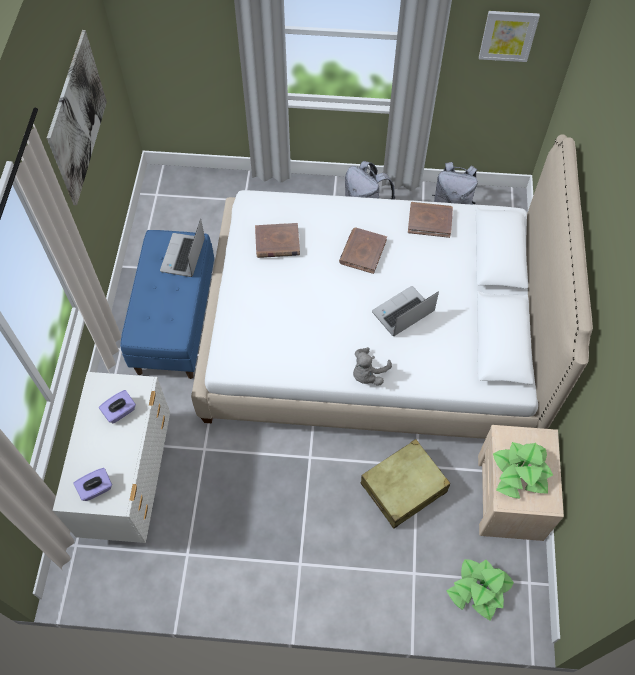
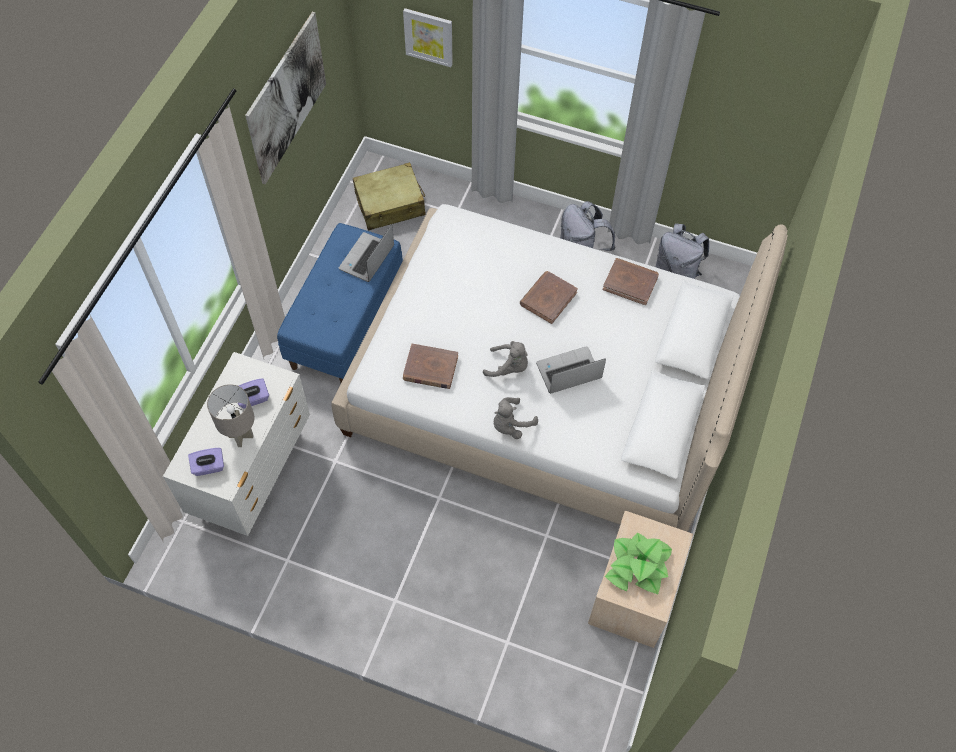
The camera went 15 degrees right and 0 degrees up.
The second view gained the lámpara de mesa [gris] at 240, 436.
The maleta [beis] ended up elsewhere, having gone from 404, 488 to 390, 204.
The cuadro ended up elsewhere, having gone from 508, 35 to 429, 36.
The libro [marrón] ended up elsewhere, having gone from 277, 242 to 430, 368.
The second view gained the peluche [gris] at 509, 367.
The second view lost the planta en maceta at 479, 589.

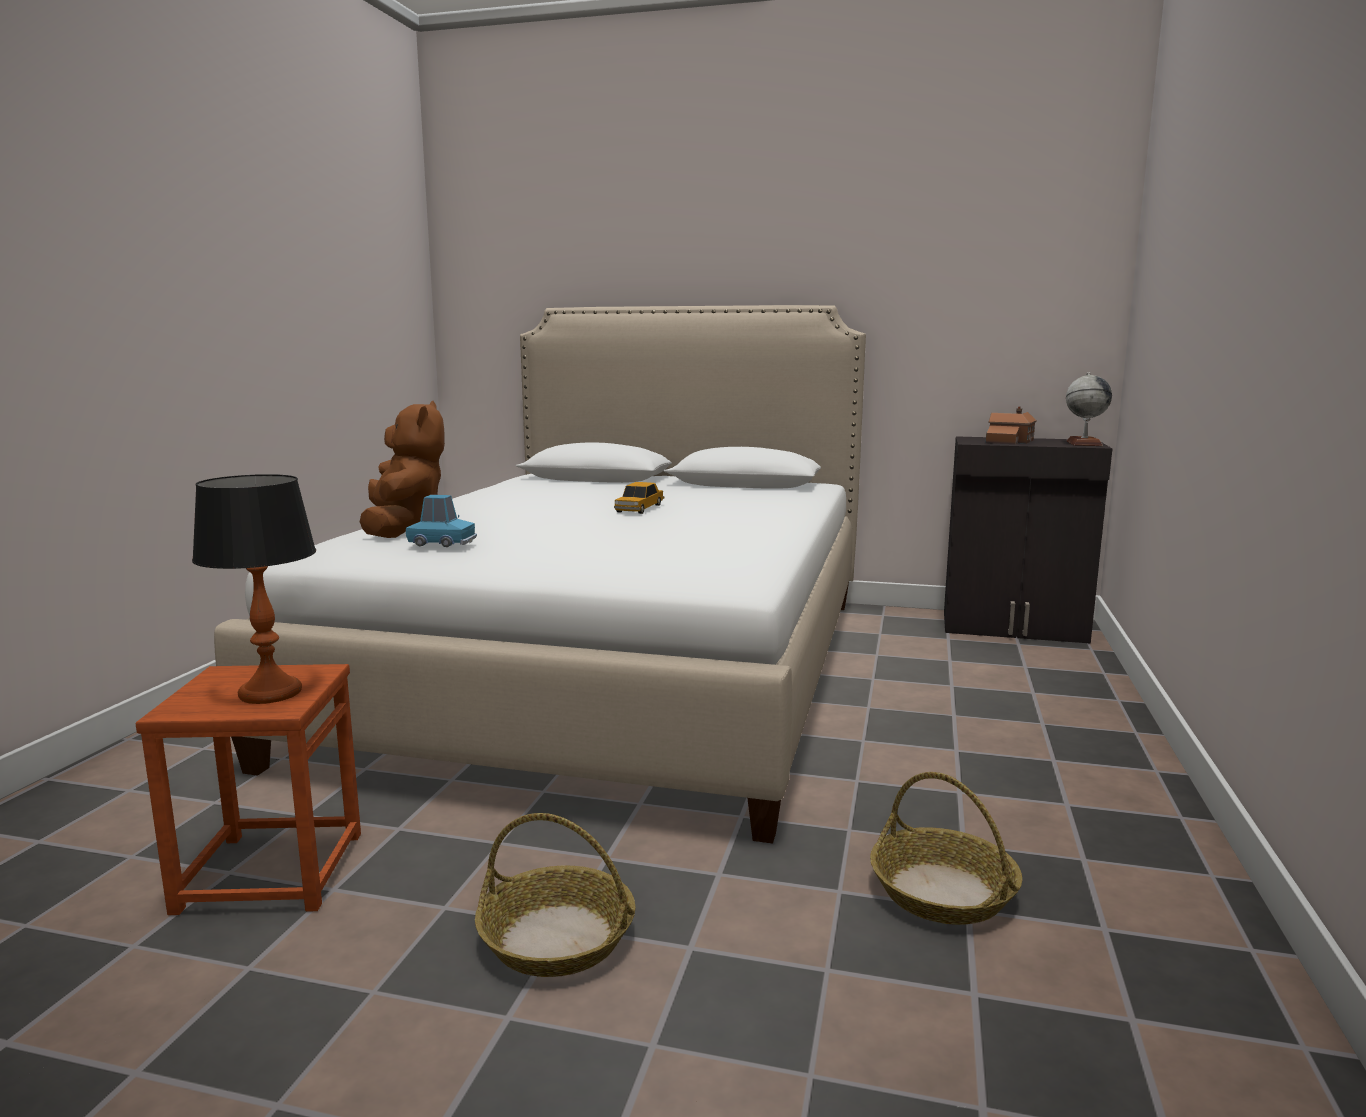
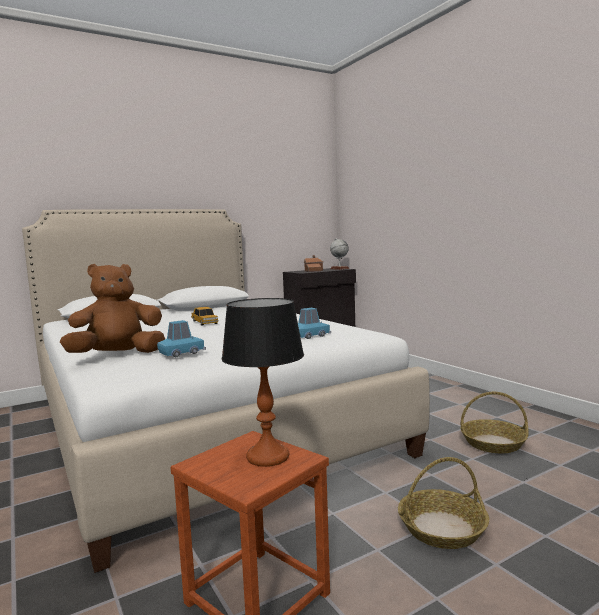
The camera went 45 degrees left and 5 degrees down.
The peluche [marrón] at 404, 530 ended up facing another way, 60 degrees counterclockwise from before.
The second view gained the coche de juguete [azul] at 310, 336.

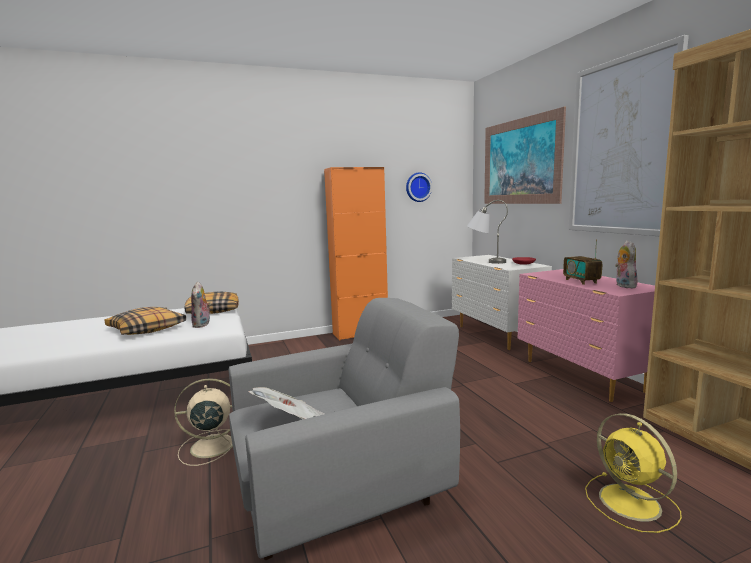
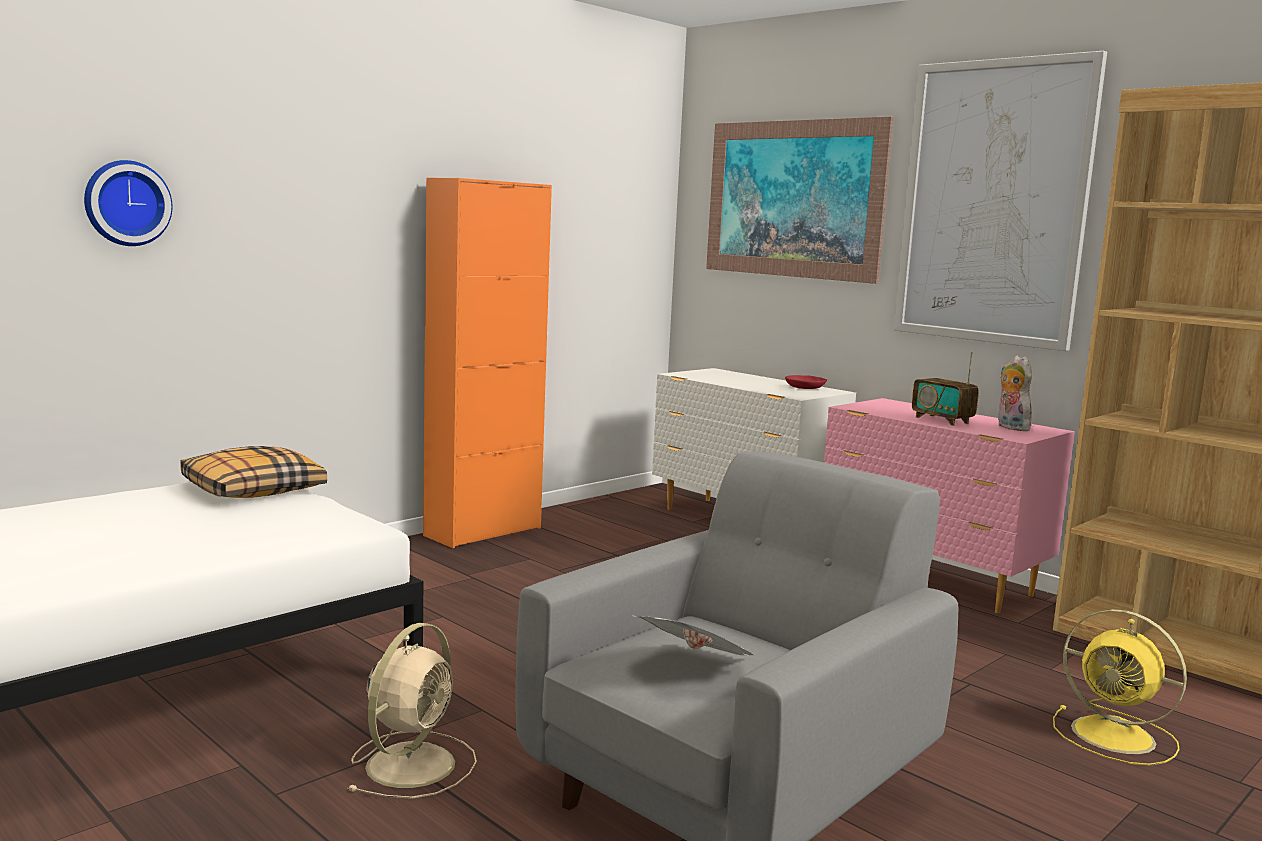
The camera went 25 degrees left and 0 degrees up.
The reloj de pared ended up elsewhere, having gone from 418, 187 to 126, 203.
The ventilador [beis] at 210, 446 ended up facing another way, 150 degrees clockwise from before.
The second view lost the cojín at 147, 329.
The second view lost the peluche at 202, 325.
The second view lost the lámpara de mesa [gris] at 485, 261.

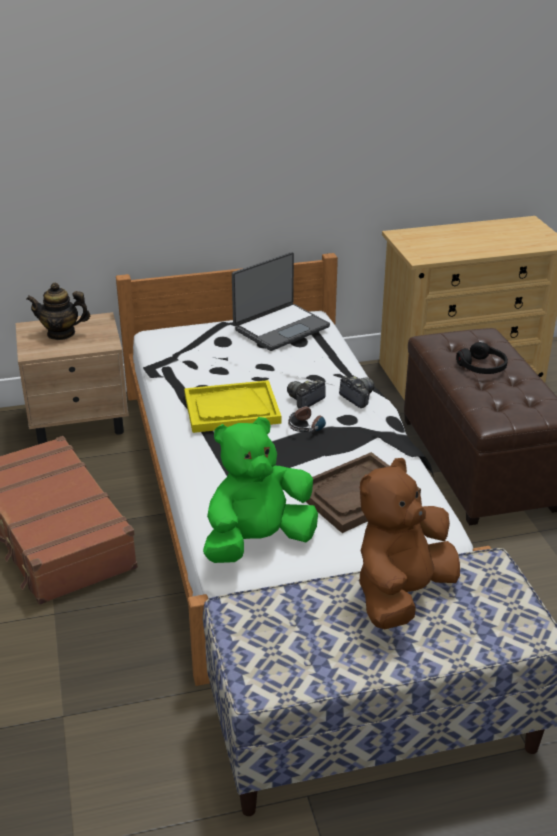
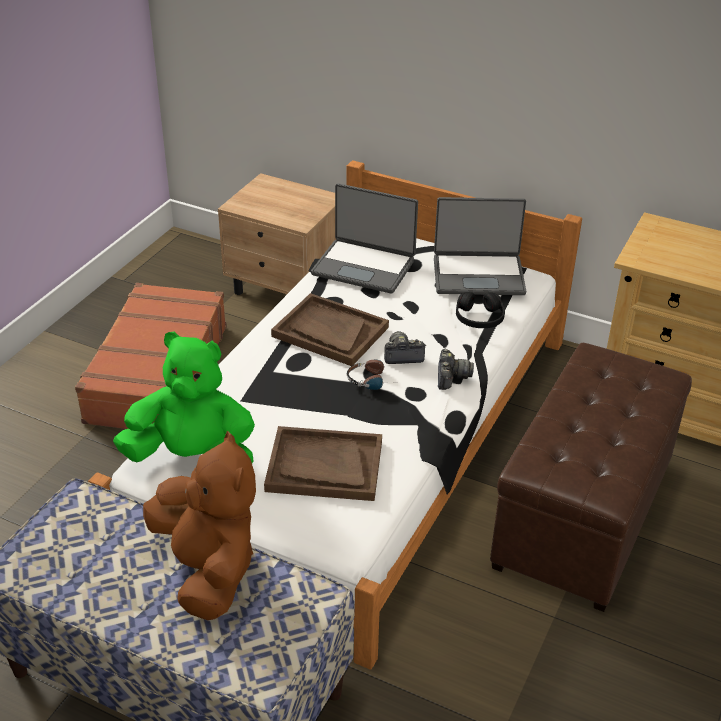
The camera went 40 degrees right and 5 degrees up.
The peluche [marrón] at 401, 594 ended up facing another way, 75 degrees clockwise from before.
What was the bandeja [amarillo] at 231, 409 turned into the bandeja [marrón] at 330, 332.
The second view gained the portátil at 364, 266.
The auriculares [negro] ended up elsewhere, having gone from 482, 367 to 479, 318.
The second view lost the tetera at 61, 333.

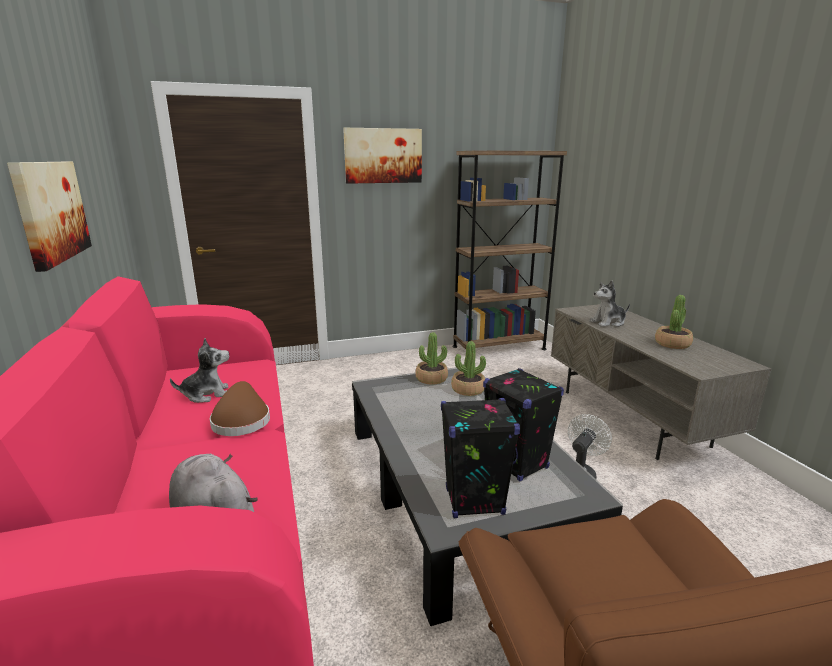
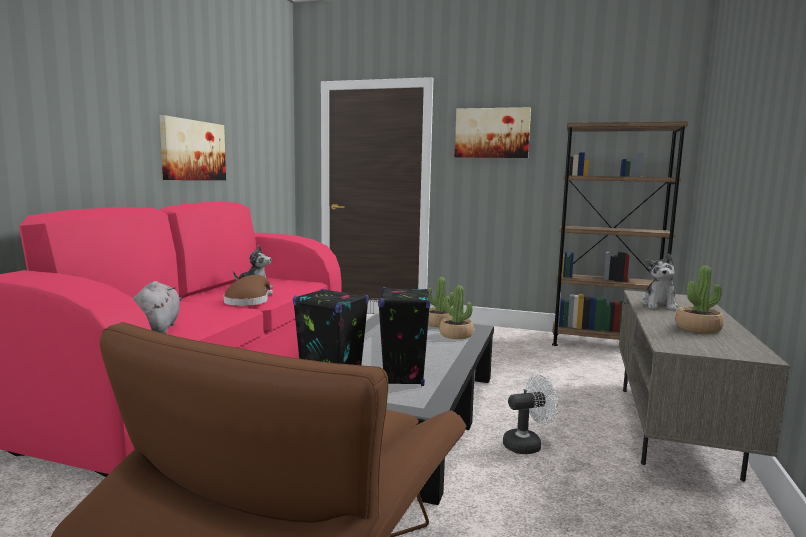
The camera went 35 degrees right and 10 degrees down.
The peluche at 608, 322 ended up facing another way, 90 degrees counterclockwise from before.

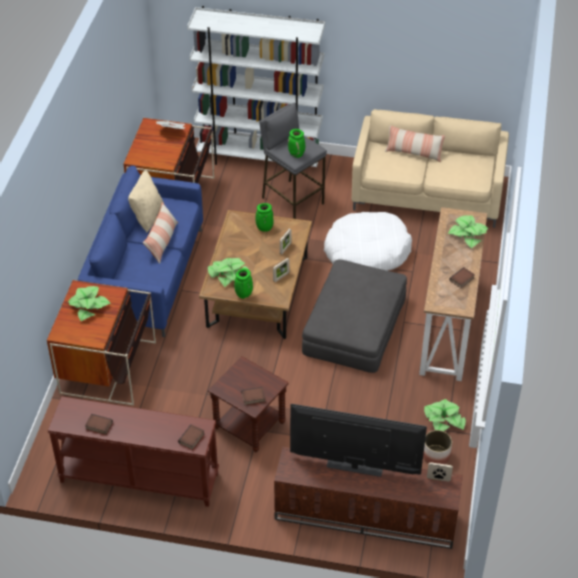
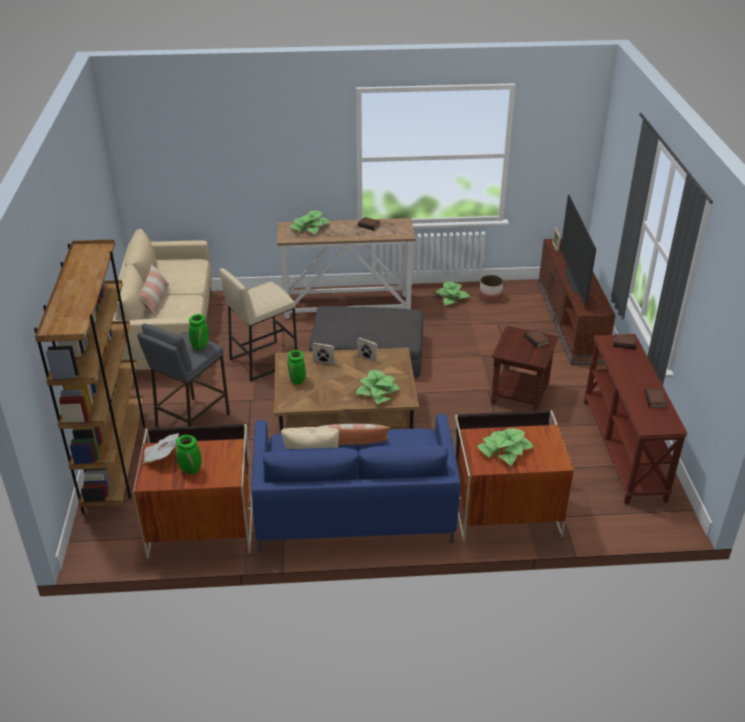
The camera went 105 degrees left and 10 degrees down.
What was the estantería [blanco] at 259, 159 turned into the estantería [marrón] at 116, 461.
The florero [verde] ended up elsewhere, having gone from 244, 295 to 191, 470.
Where the cama para perro [blanco] stood at 366, 252, the taburete [beis] came to stand at 263, 360.

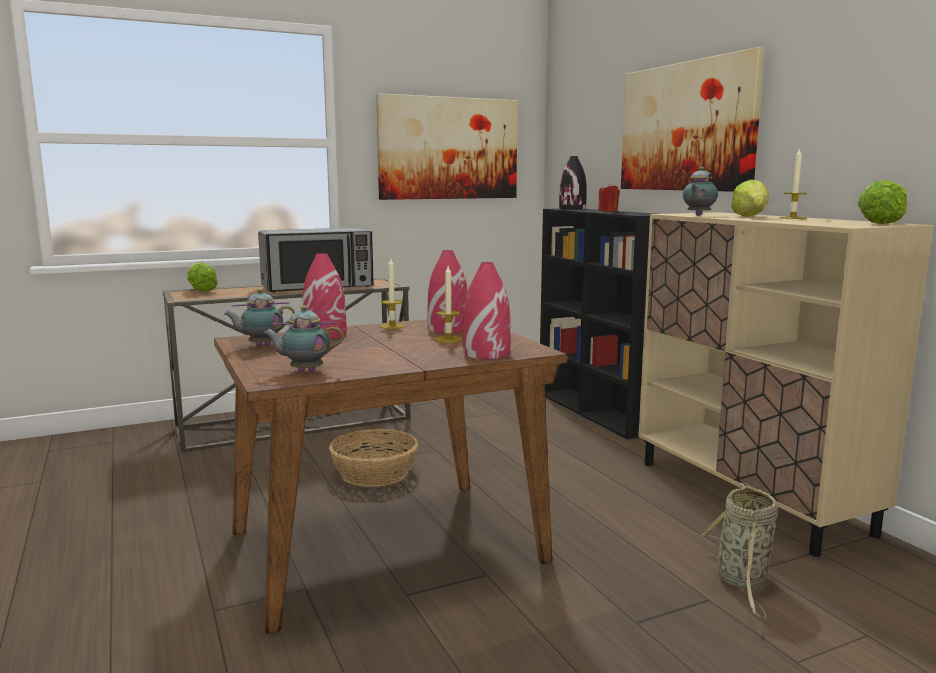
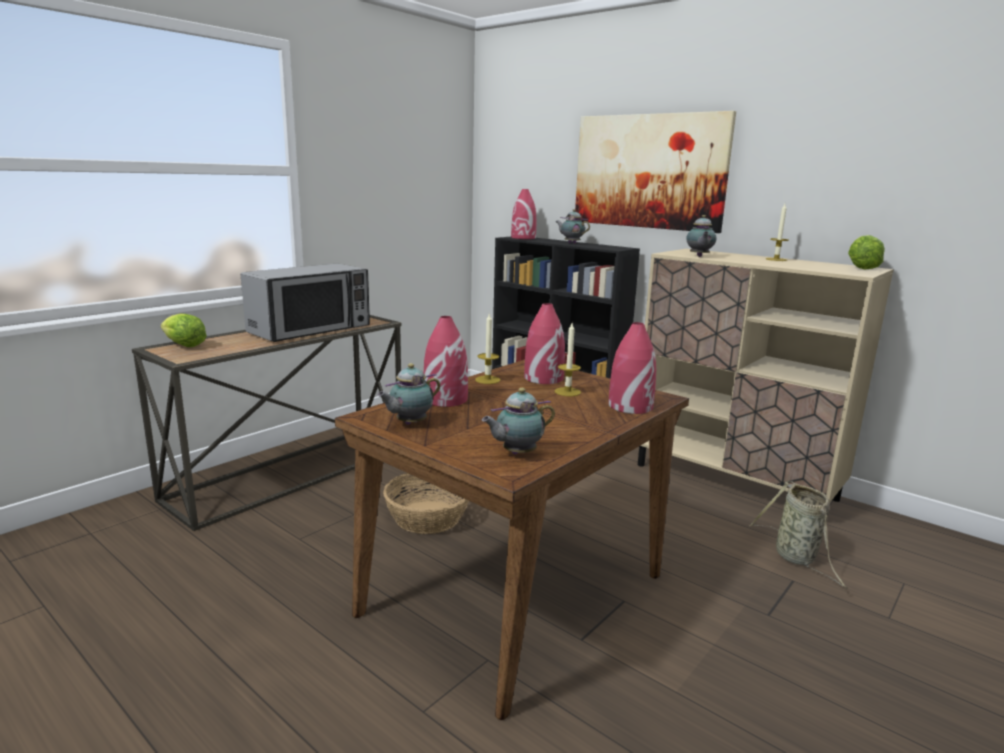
The camera went 25 degrees left and 5 degrees up.
What was the florero [negro] at 572, 208 turned into the florero [rojo] at 523, 238.
Where the vela [rojo] stood at 608, 211, the tetera came to stand at 571, 243.
The second view lost the cuadro at 448, 148.
The second view lost the lechuga at 750, 217.

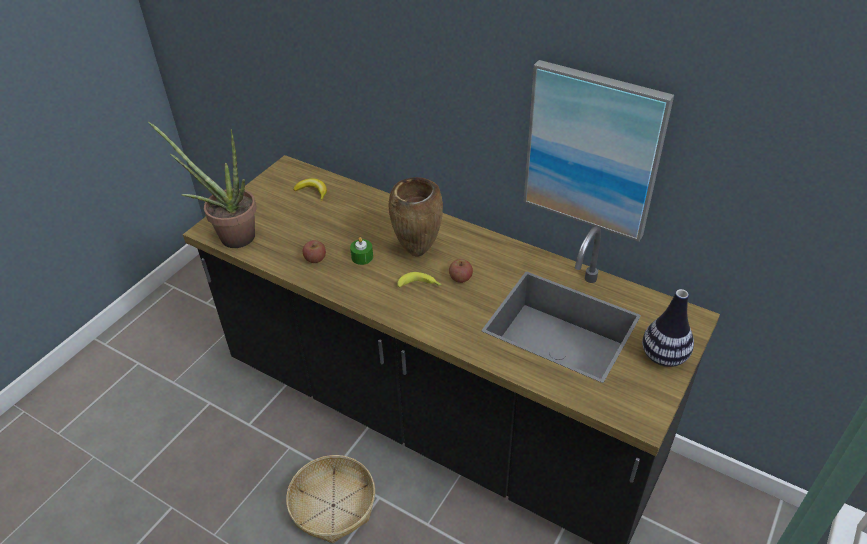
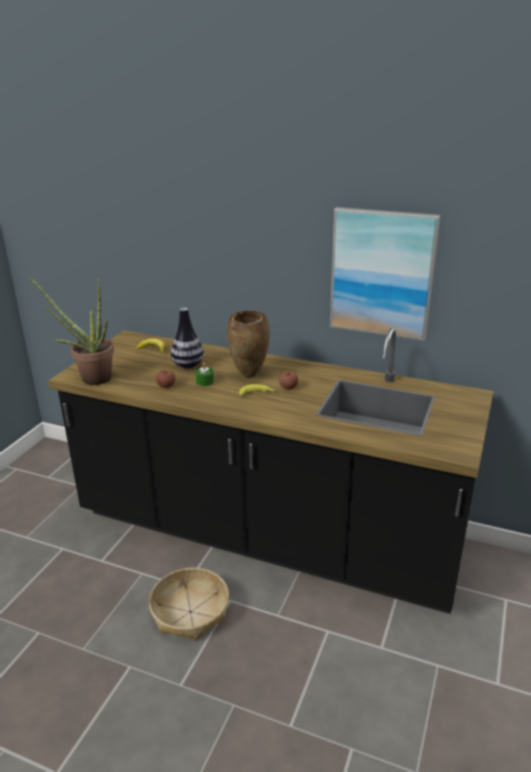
The camera went 10 degrees left and 15 degrees down.
The florero ended up elsewhere, having gone from 663, 356 to 188, 365.

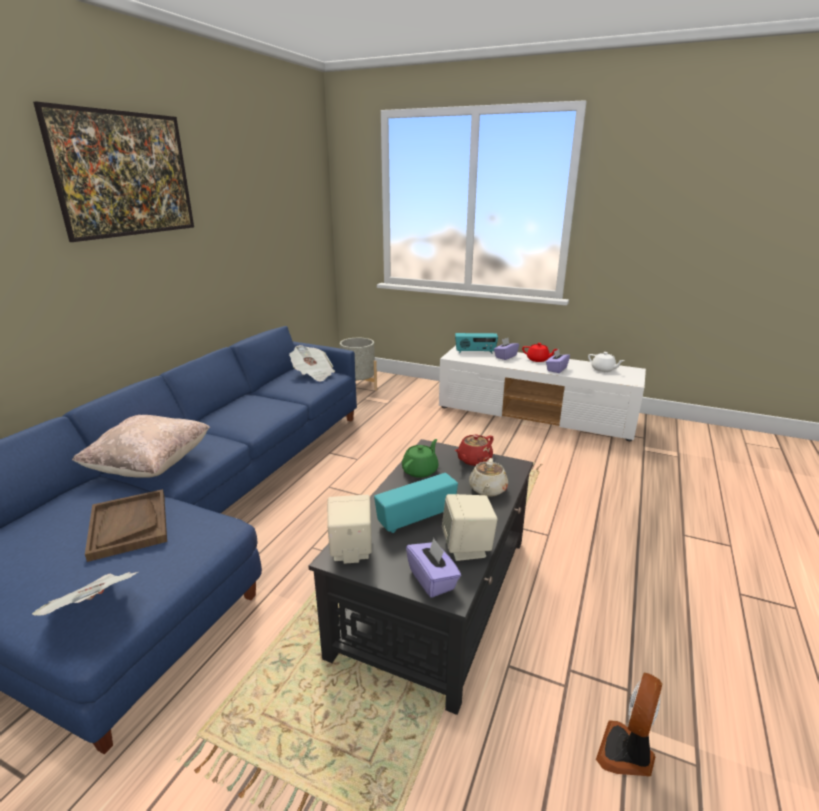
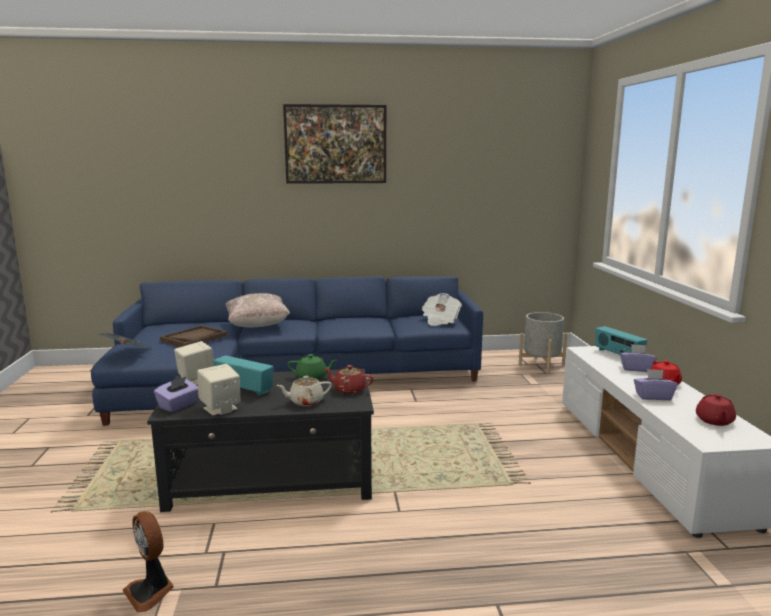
The camera went 60 degrees right and 10 degrees down.
The ventilador at 627, 753 ended up facing another way, 135 degrees counterclockwise from before.
What was the tetera [blanco] at 603, 369 turned into the tetera [rojo] at 714, 421.

